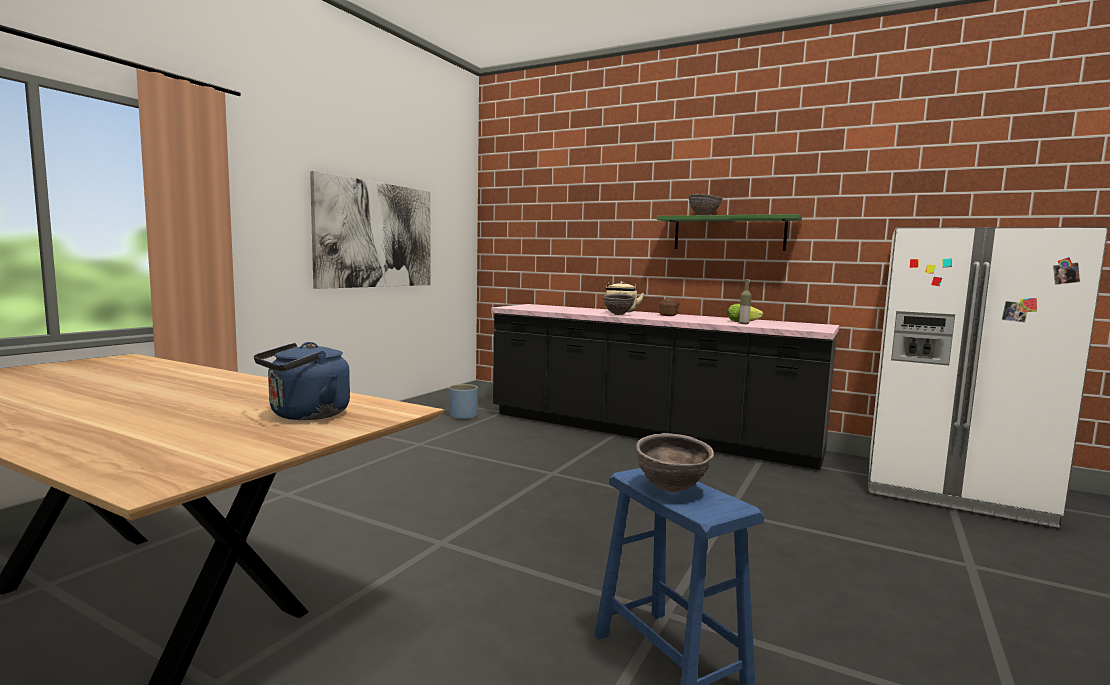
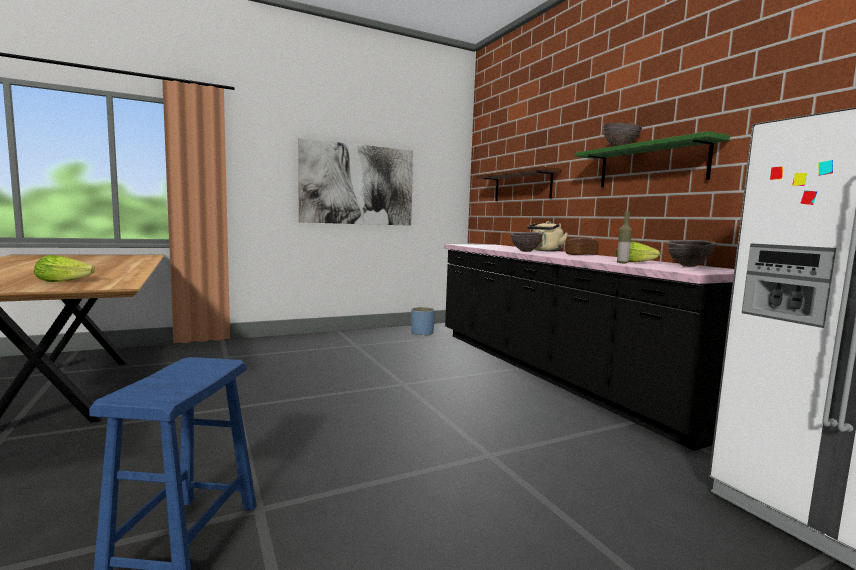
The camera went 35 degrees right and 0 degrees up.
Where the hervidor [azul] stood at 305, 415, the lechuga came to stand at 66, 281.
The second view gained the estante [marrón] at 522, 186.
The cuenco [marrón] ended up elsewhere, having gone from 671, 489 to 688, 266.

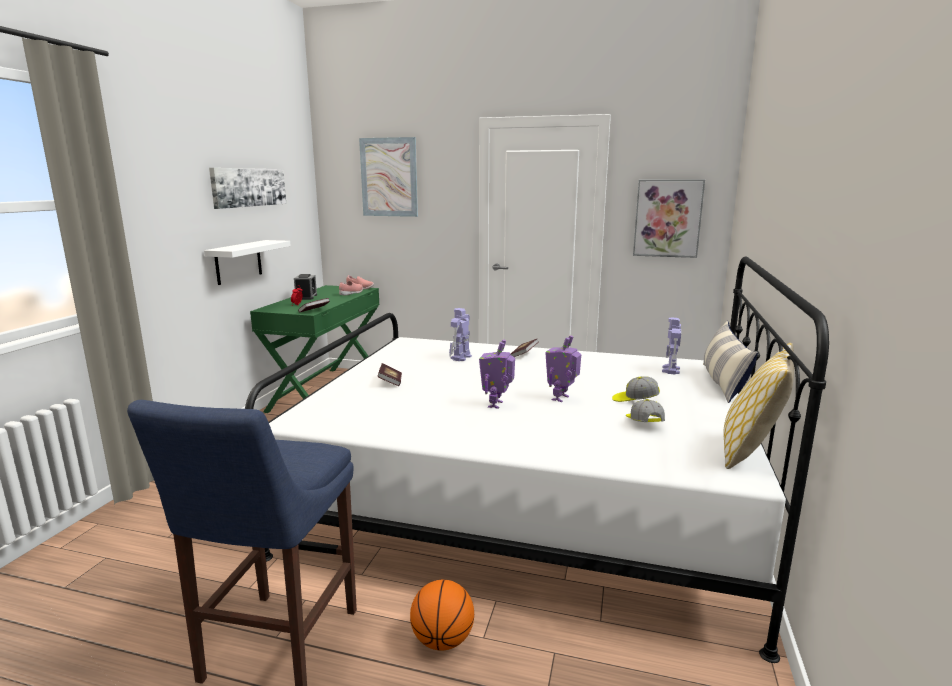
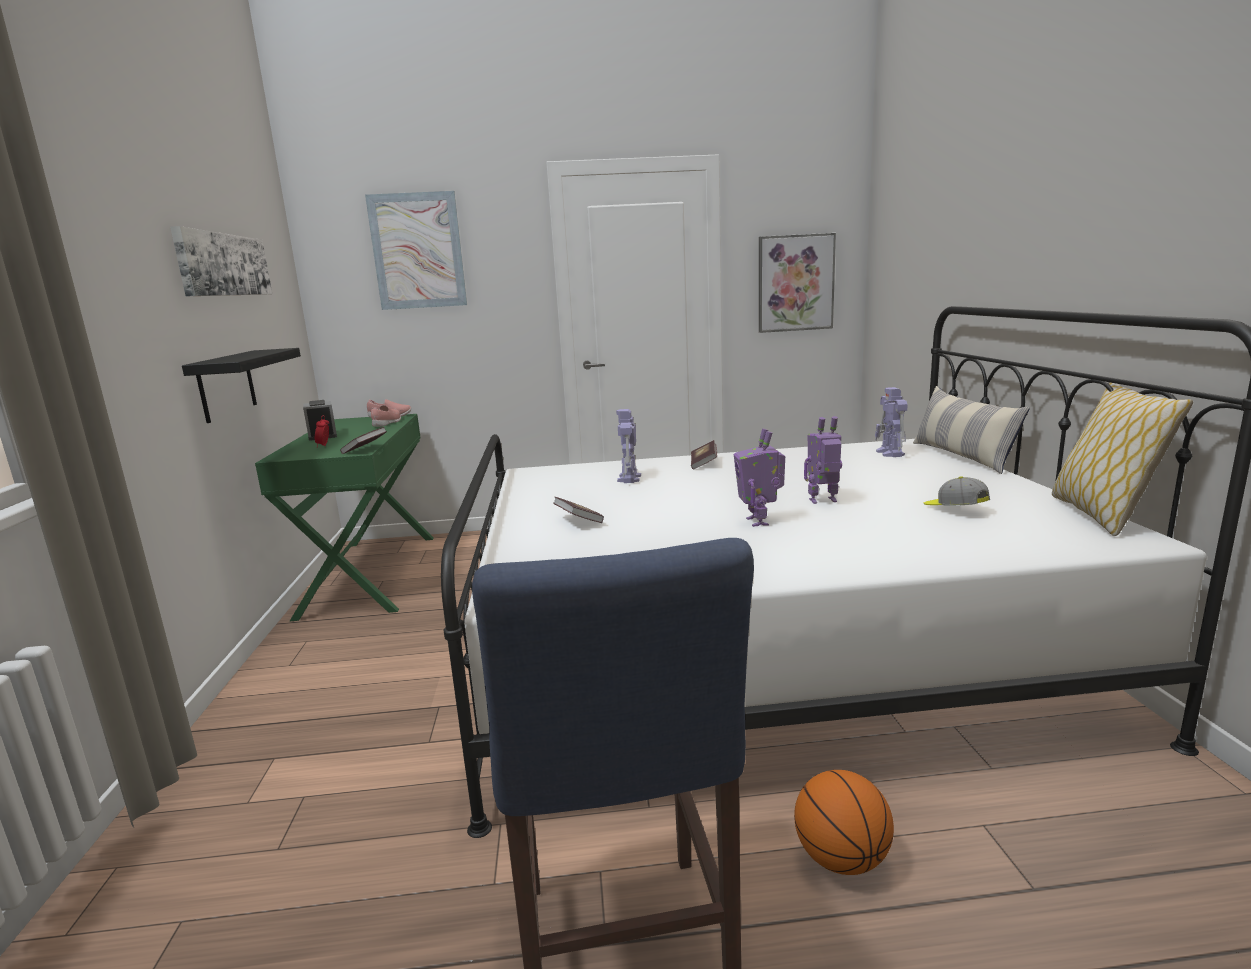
The camera went 20 degrees left and 0 degrees up.
What was the estante [blanco] at 238, 262 turned into the estante [negro] at 226, 385.
The robot de juguete at 561, 398 ended up facing another way, 75 degrees clockwise from before.
The second view lost the gorra at 635, 400.

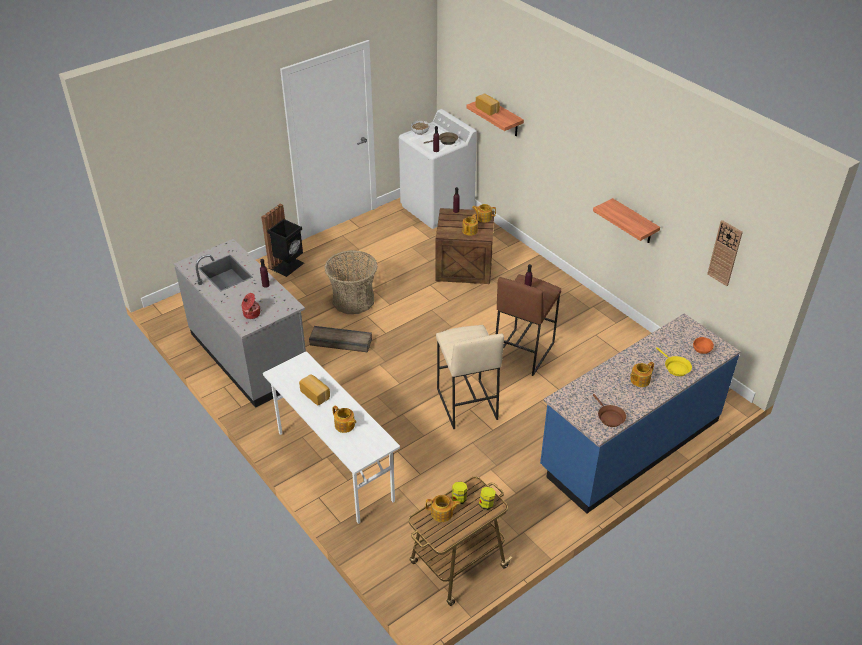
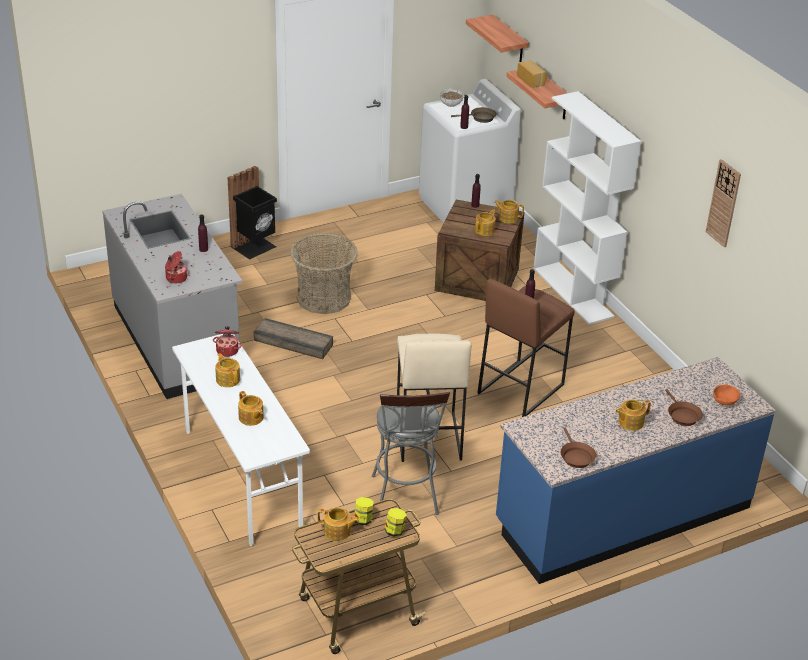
The camera went 10 degrees right and 5 degrees down.
The second view gained the olla at 227, 350.
Where the pan stood at 316, 394, the tetera came to stand at 228, 379.
The second view gained the taburete [gris] at 405, 499.
The estante ended up elsewhere, having gone from 634, 222 to 509, 41.
The second view gained the estantería [blanco] at 573, 292.
What was the sartén [amarillo] at 675, 367 turned into the sartén [marrón] at 682, 415.
The reloj de pared ended up elsewhere, having gone from 725, 253 to 723, 203.

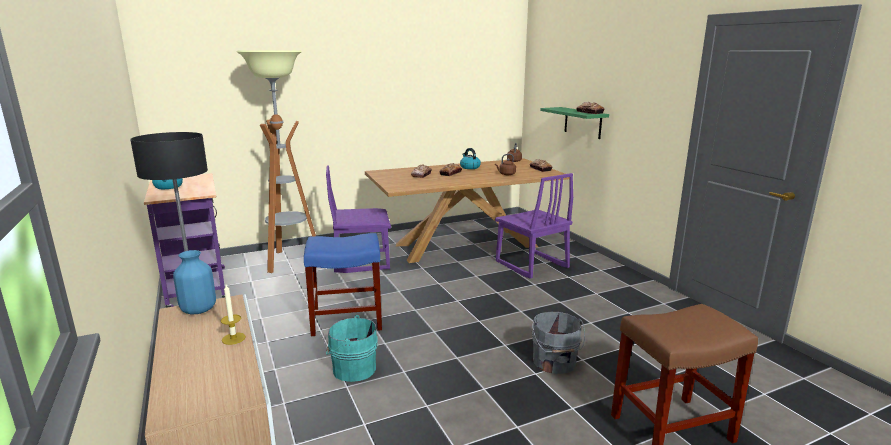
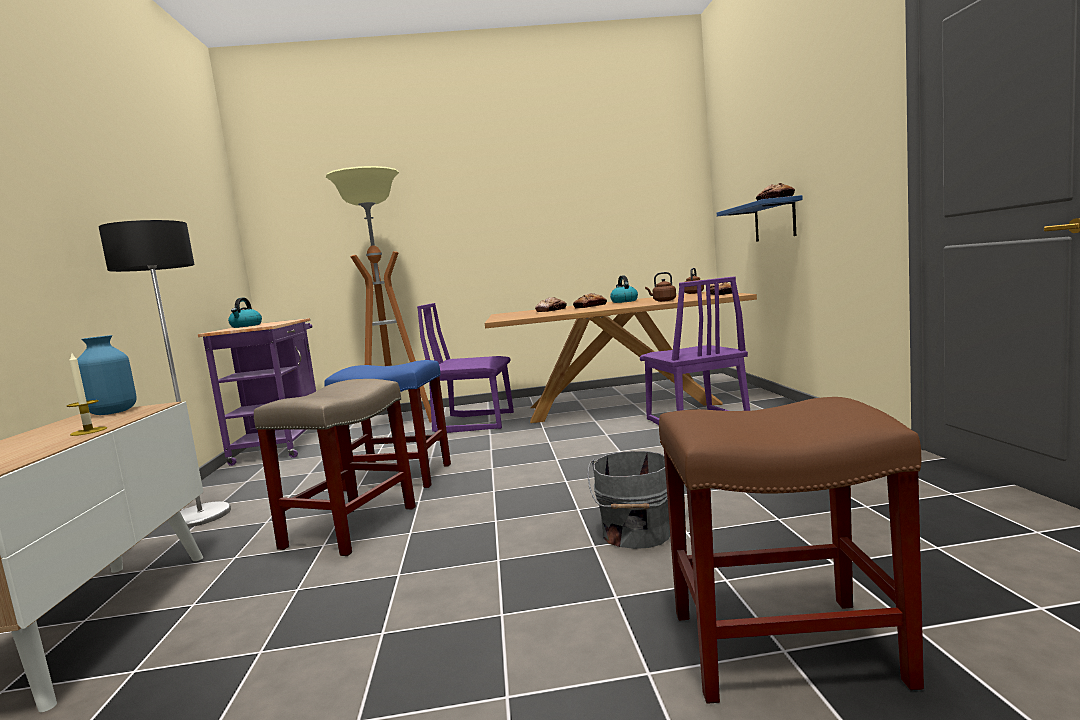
The camera went 20 degrees right and 10 degrees down.
Where the cubo [turquesa] stood at 352, 368, the taburete [beis] came to stand at 351, 526.
What was the estante [verde] at 582, 122 turned into the estante [azul] at 774, 220.

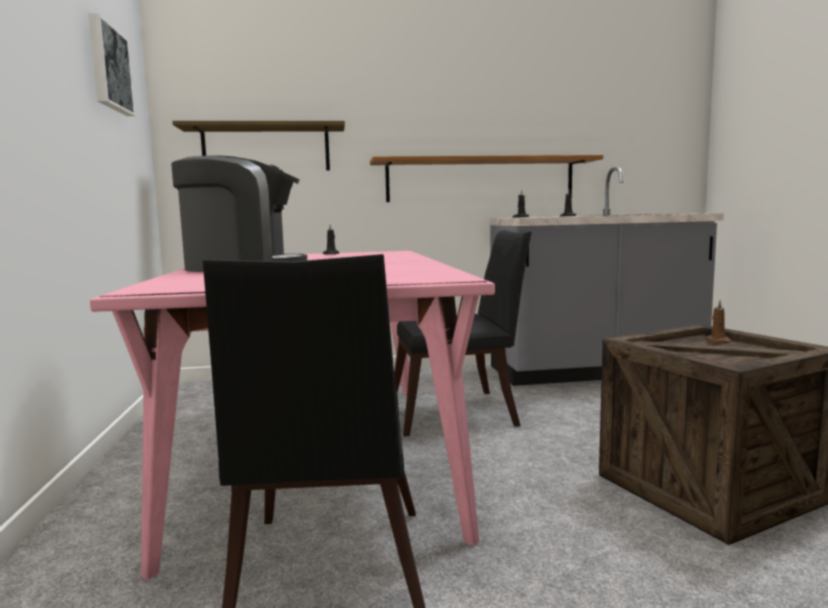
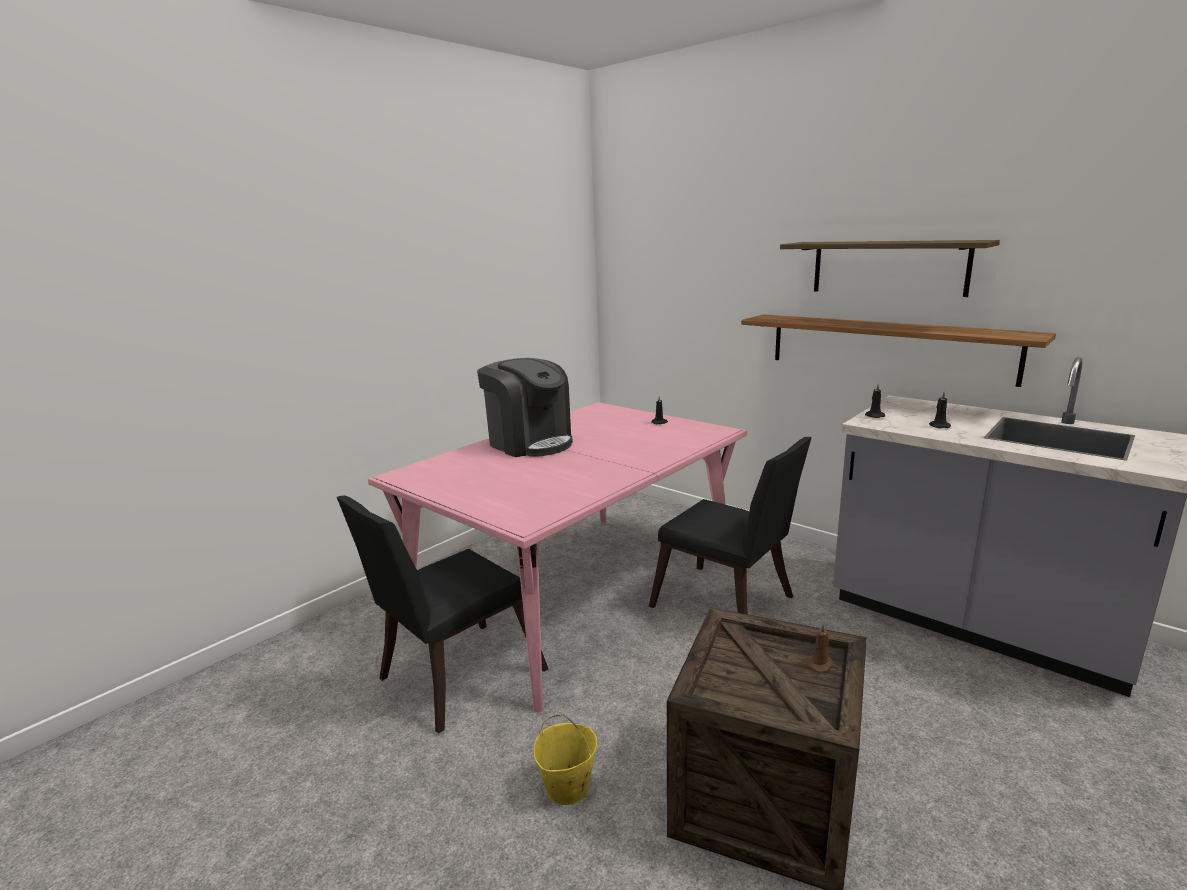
The camera went 50 degrees right and 10 degrees up.
The second view gained the cubo [amarillo] at 567, 788.
The estante ended up elsewhere, having gone from 266, 149 to 888, 267.
The second view lost the cuadro at 108, 68.

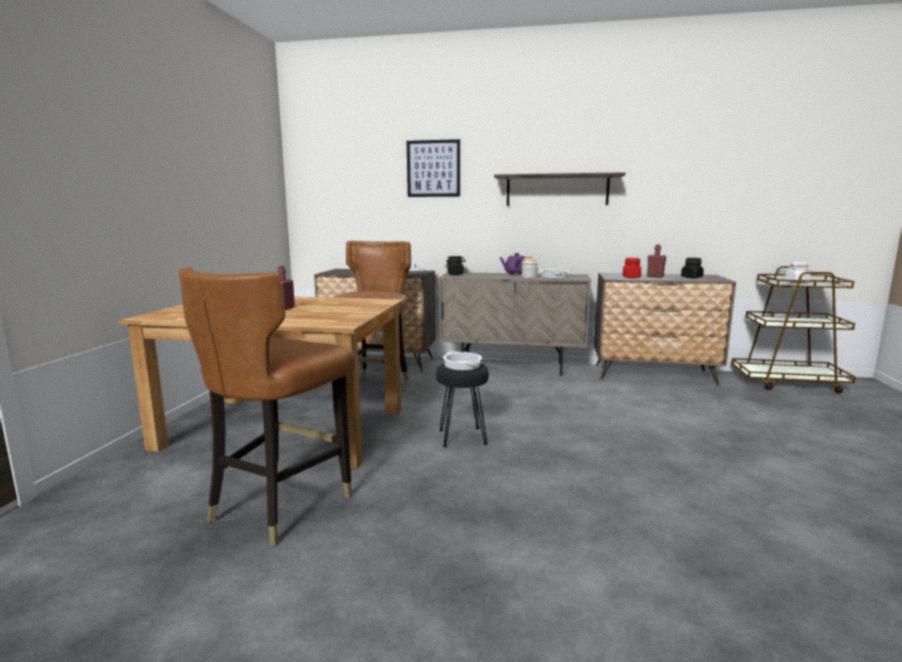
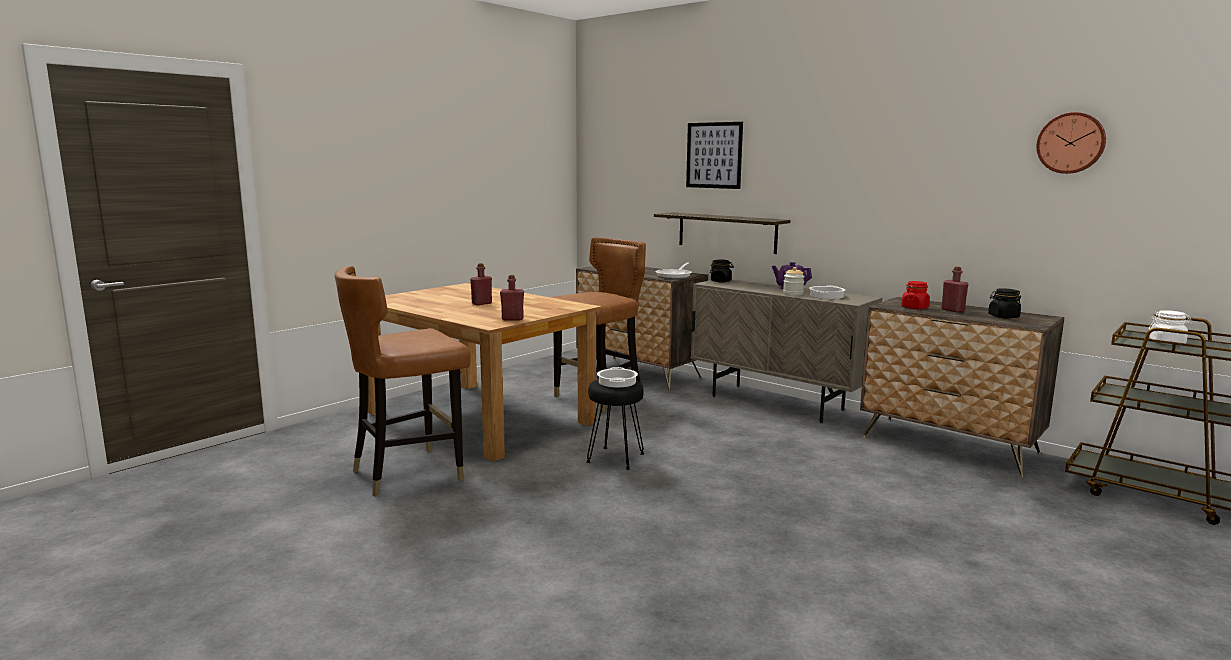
The camera went 30 degrees right and 0 degrees up.
The second view gained the botella [rojo] at 512, 319.
The estante ended up elsewhere, having gone from 557, 190 to 726, 232.
The second view gained the reloj de pared at 1071, 143.

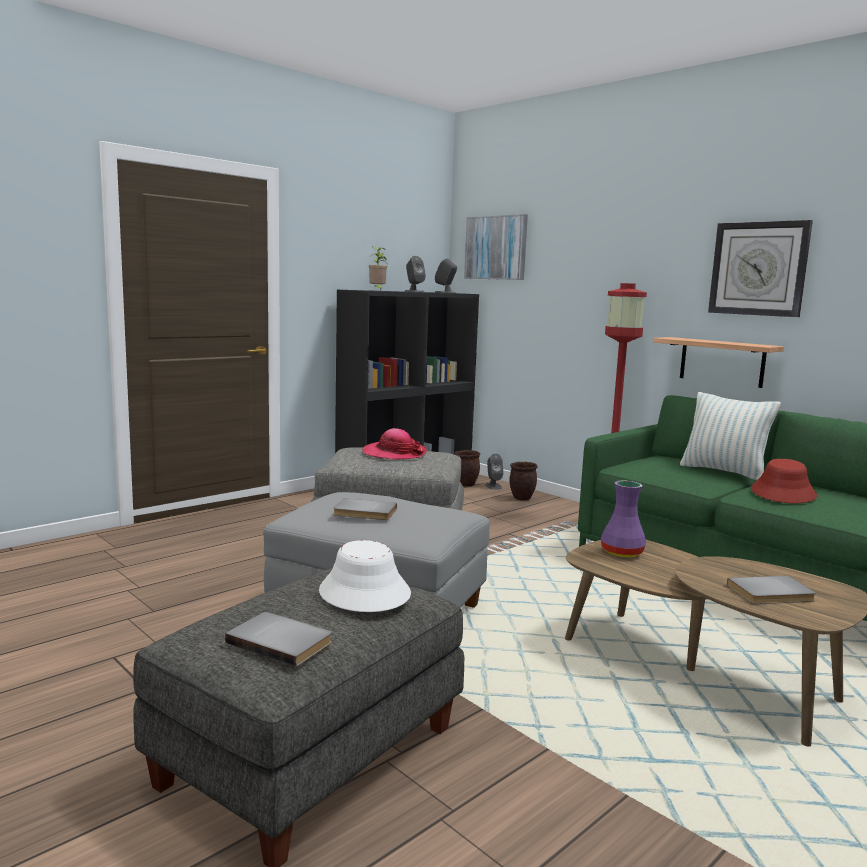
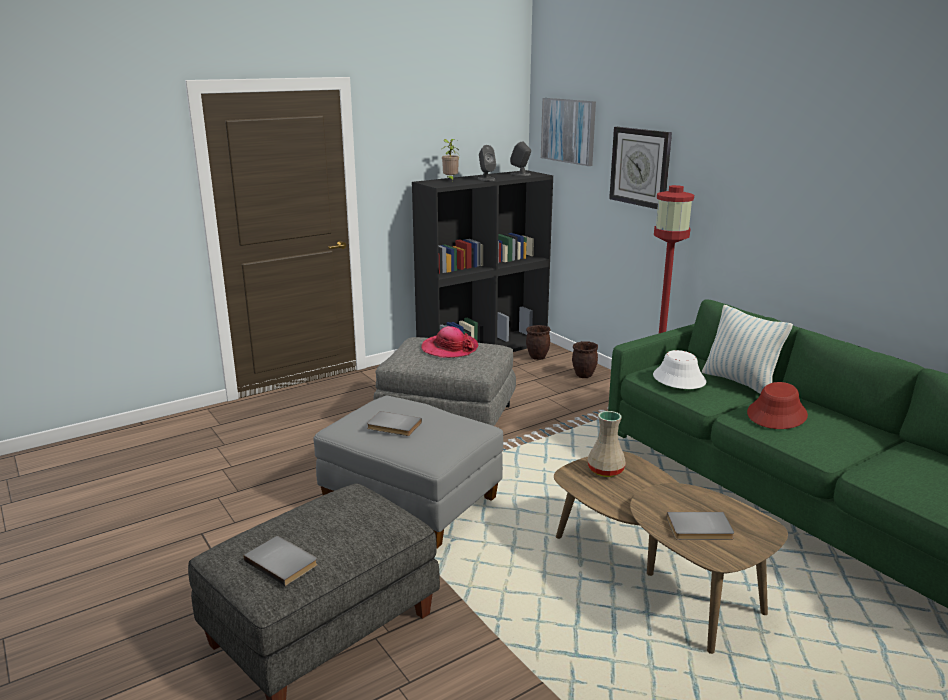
The camera went 10 degrees right and 10 degrees up.
What was the florero [morado] at 622, 553 turned into the florero [beis] at 606, 471.
The reloj de pared ended up elsewhere, having gone from 758, 269 to 640, 167.
The sombrero [blanco] ended up elsewhere, having gone from 364, 593 to 678, 379.
The second view lost the altavoz [gris] at 493, 486.
The second view lost the estante at 722, 362.

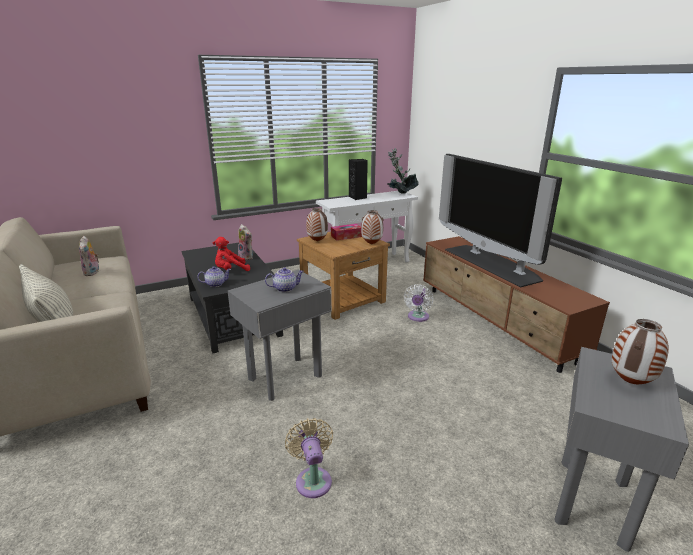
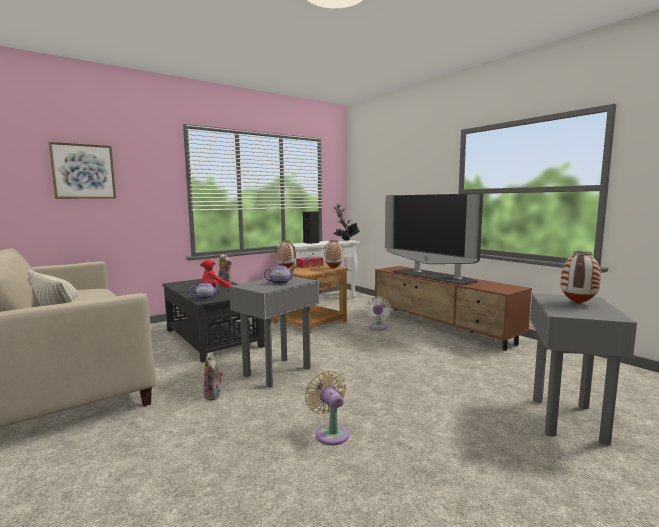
The camera went 10 degrees left and 15 degrees down.
The second view gained the cuadro at 83, 171.
The peluche ended up elsewhere, having gone from 92, 272 to 214, 395.

